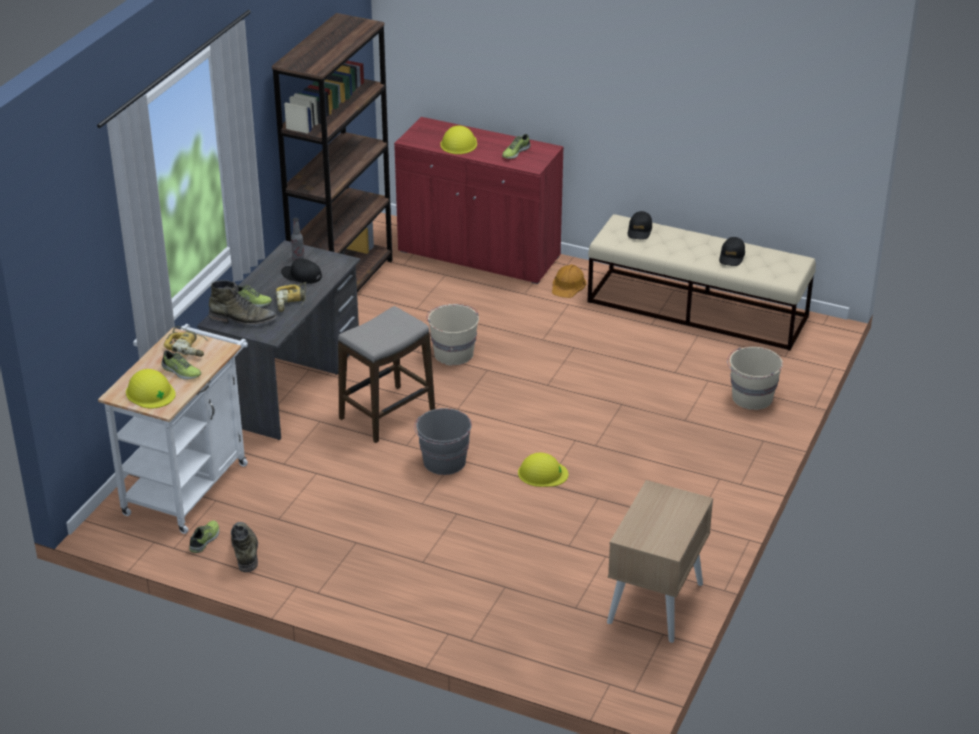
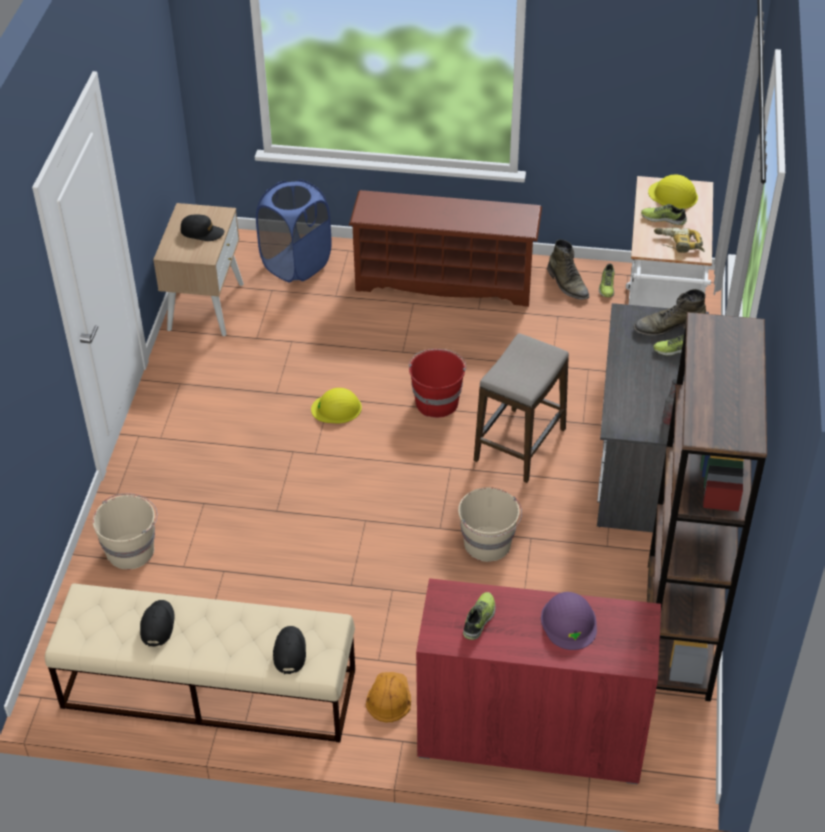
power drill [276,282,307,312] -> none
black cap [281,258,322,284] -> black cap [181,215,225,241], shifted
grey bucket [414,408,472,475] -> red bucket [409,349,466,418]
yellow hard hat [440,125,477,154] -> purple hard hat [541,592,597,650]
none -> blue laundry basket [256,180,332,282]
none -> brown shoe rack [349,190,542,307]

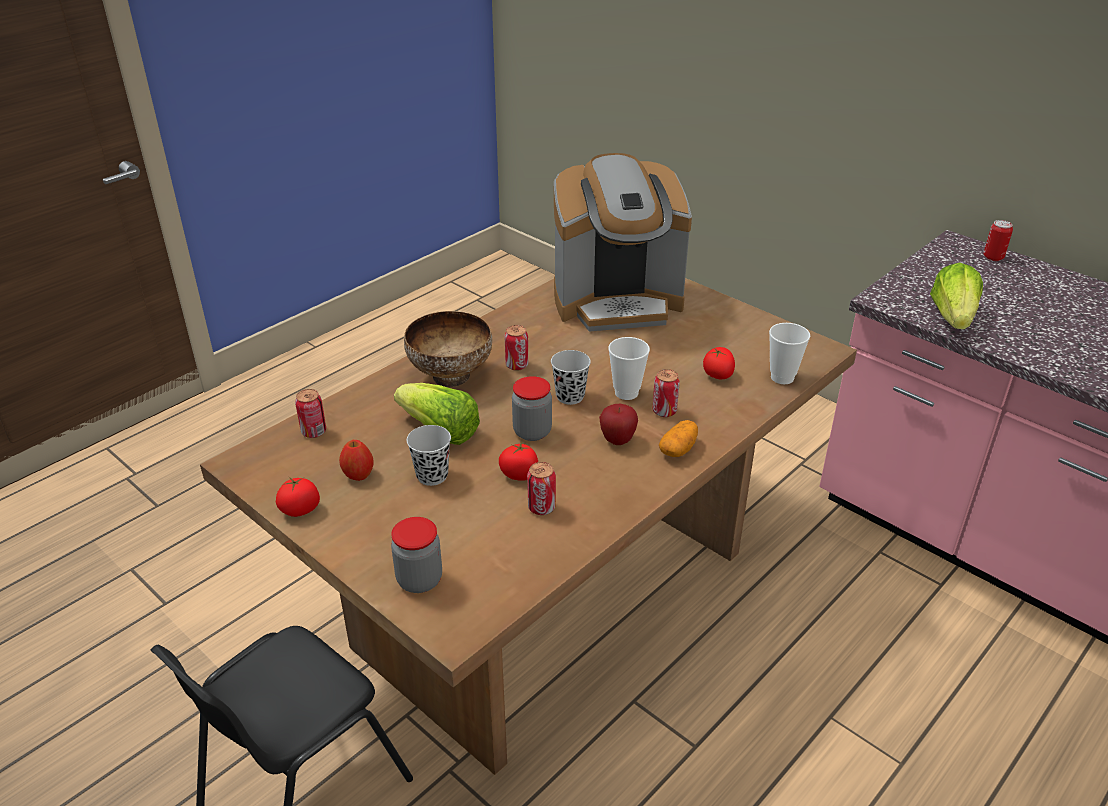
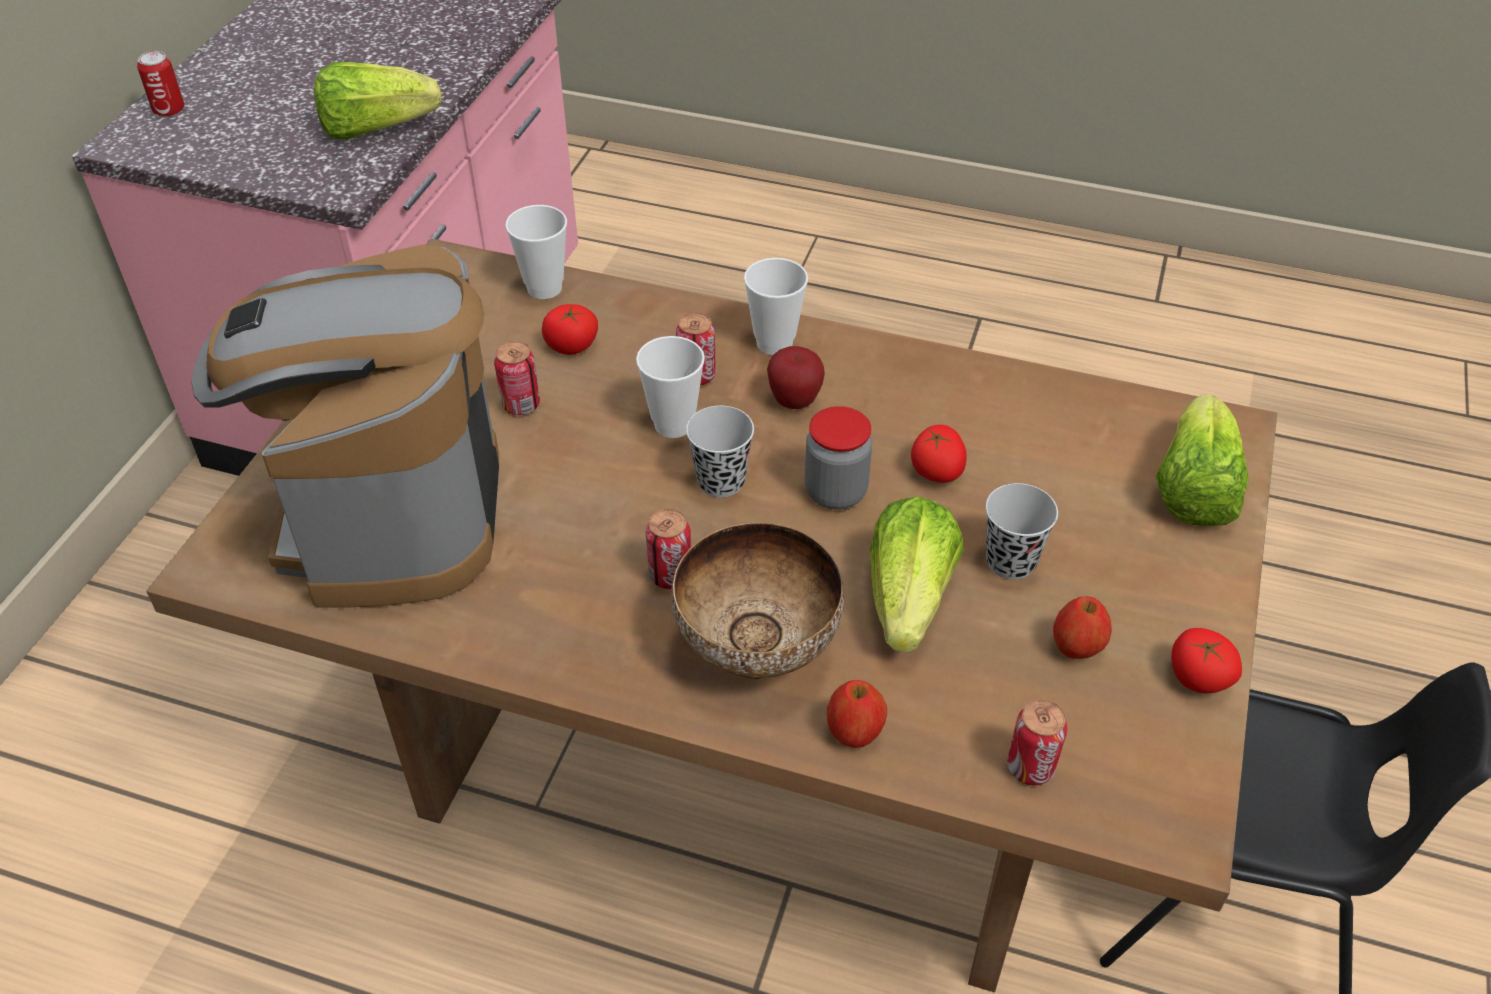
jar [391,517,442,593] -> lettuce [1156,394,1249,526]
can [527,462,556,515] -> can [494,341,540,415], shifted
coffee machine [554,153,692,332] -> coffee machine [191,245,499,608], 150 degrees counterclockwise
potato [659,420,698,457] -> cup [744,258,808,355]
none -> apple [827,680,887,748]

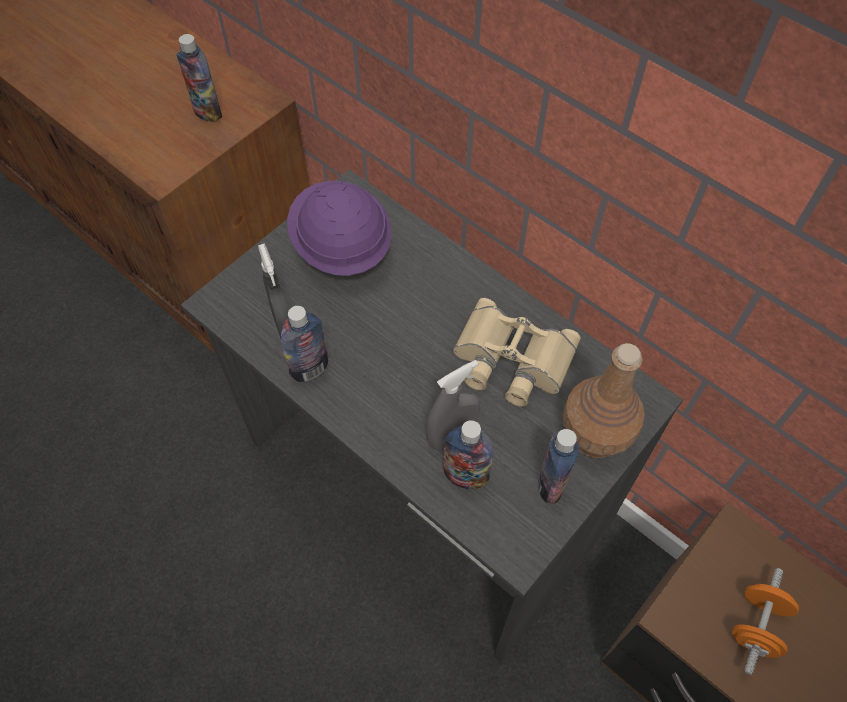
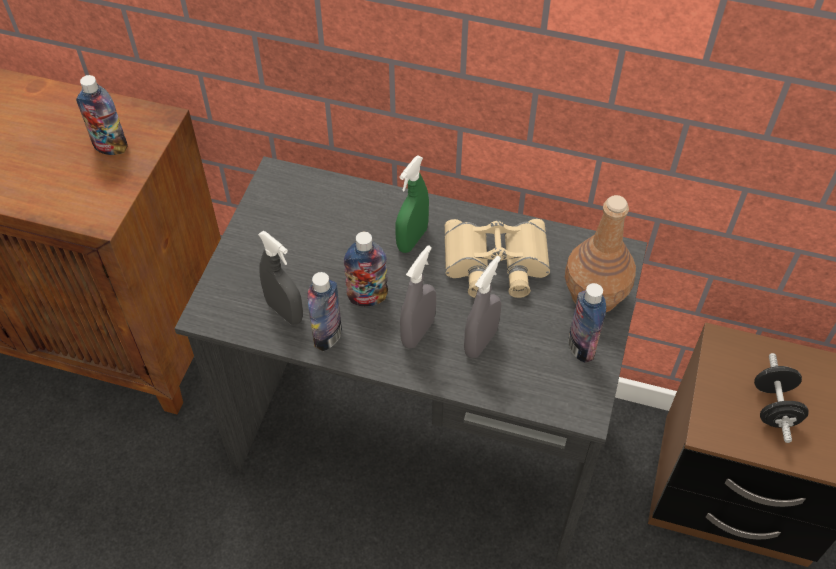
purple hard hat [287,181,392,276] -> none
bottle [443,420,494,489] -> bottle [344,232,388,306], shifted
orange dumbbell [732,568,799,675] -> black dumbbell [754,353,808,443]
none -> green spray bottle [395,155,429,253]
none -> grey spray bottle [400,245,436,348]

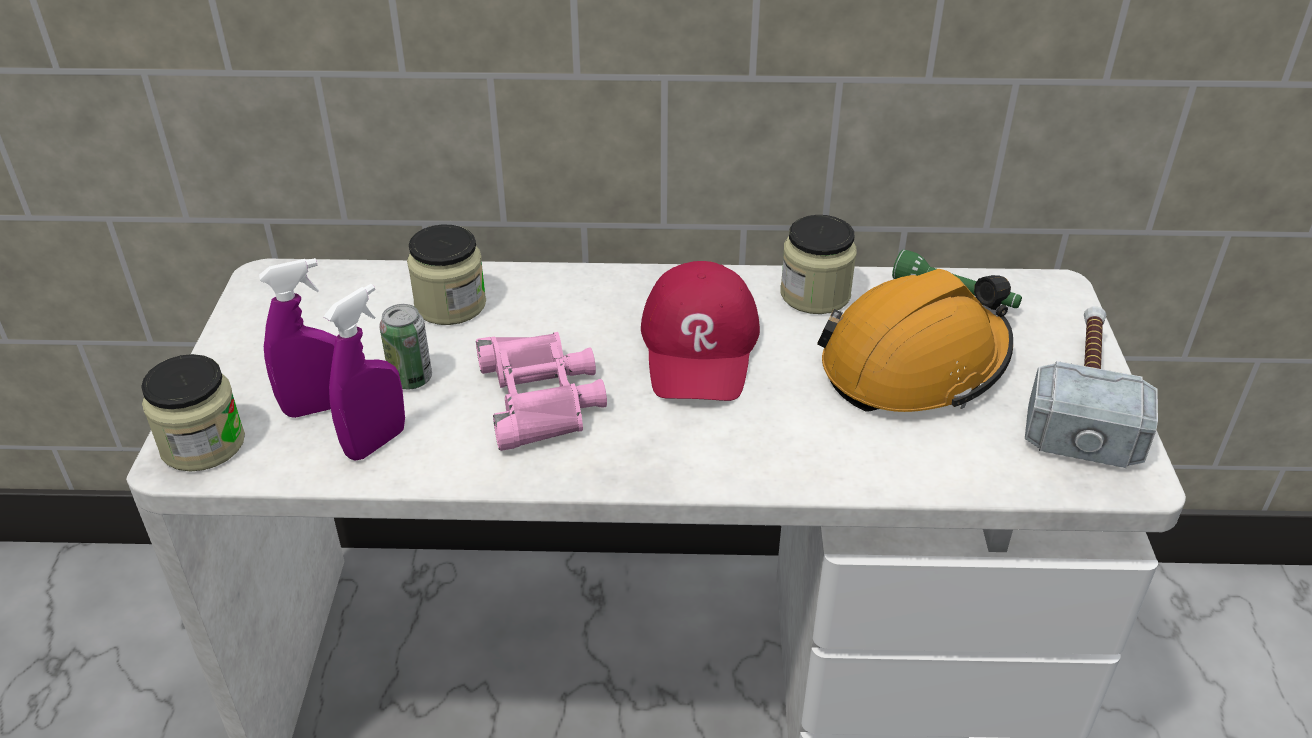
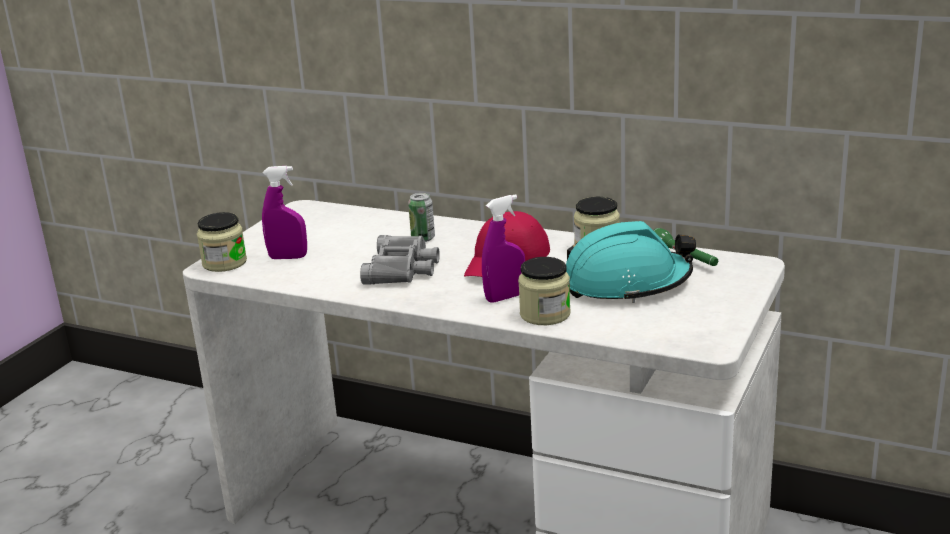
purple spray bottle [324,284,405,461] -> purple spray bottle [482,194,525,303], shifted
can [379,304,432,389] -> can [408,193,435,242], shifted
jar [407,224,486,325] -> jar [518,257,571,325], shifted
pink binoculars [476,332,607,451] -> grey binoculars [360,235,440,285]
orange hard hat [817,269,1013,412] -> turquoise hard hat [566,221,696,303]
hammer [1025,306,1158,468] -> none

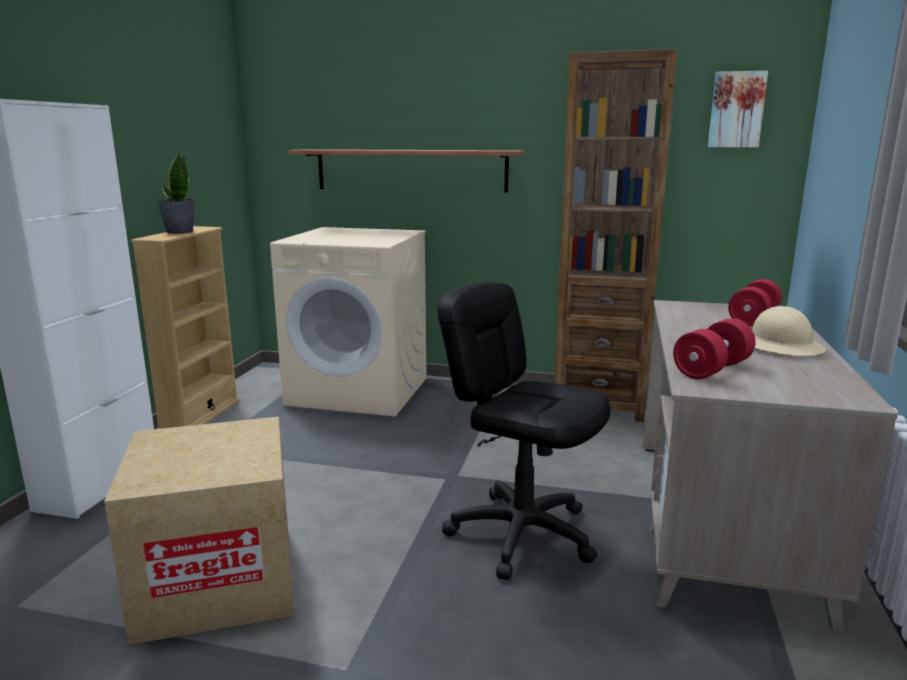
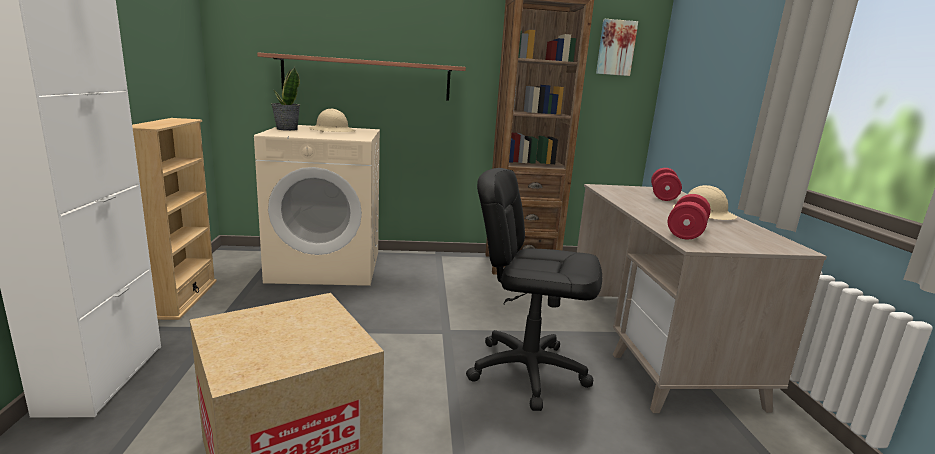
potted plant [157,153,195,234] -> potted plant [271,67,300,131], shifted
none -> beige hard hat [309,109,355,132]

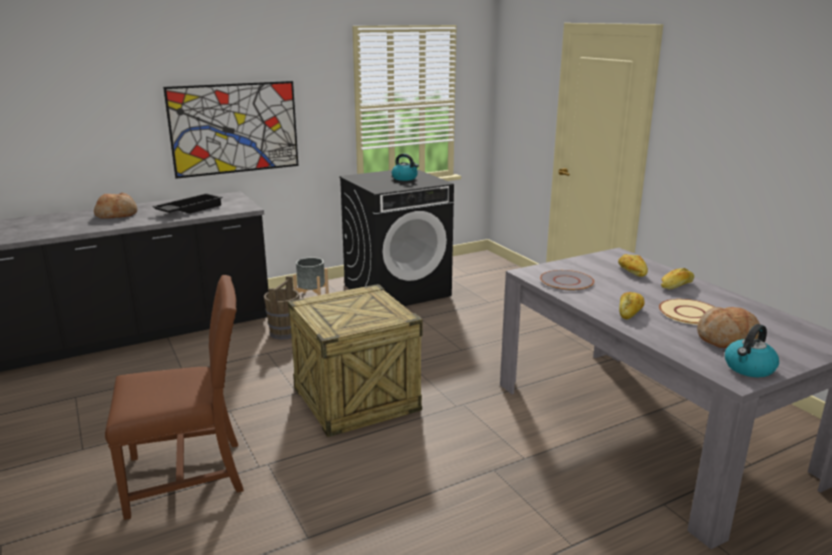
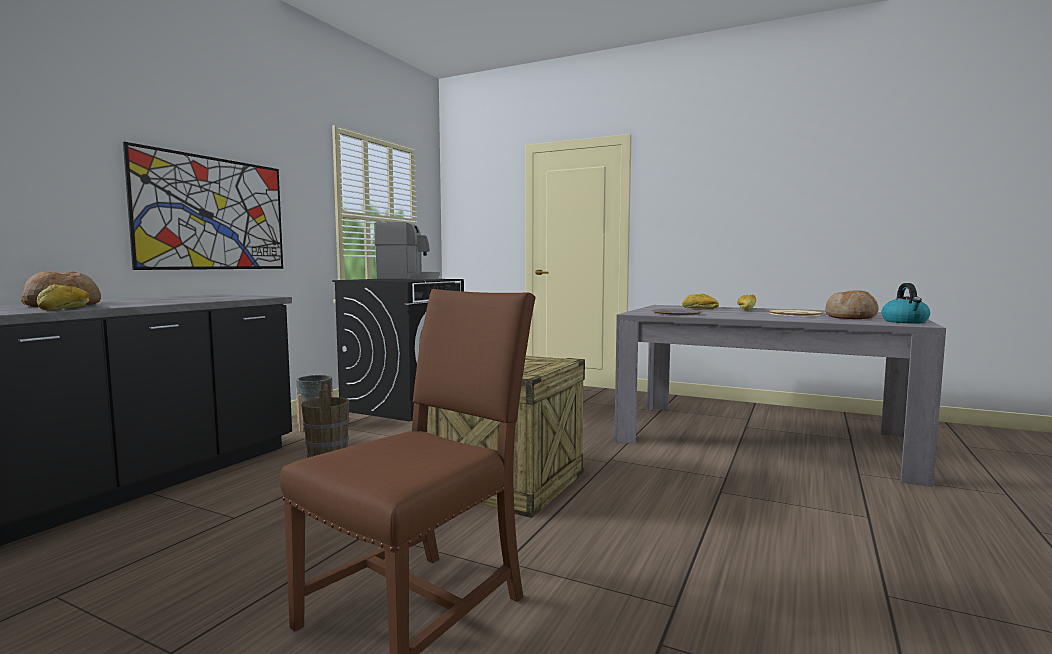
black tray [152,193,222,214] -> none
kettle [392,153,419,181] -> coffee machine [374,222,440,280]
bread [619,292,645,320] -> bread [37,284,90,310], shifted

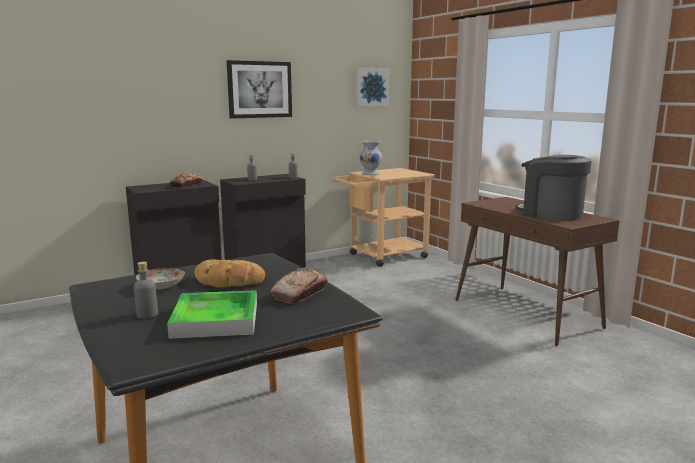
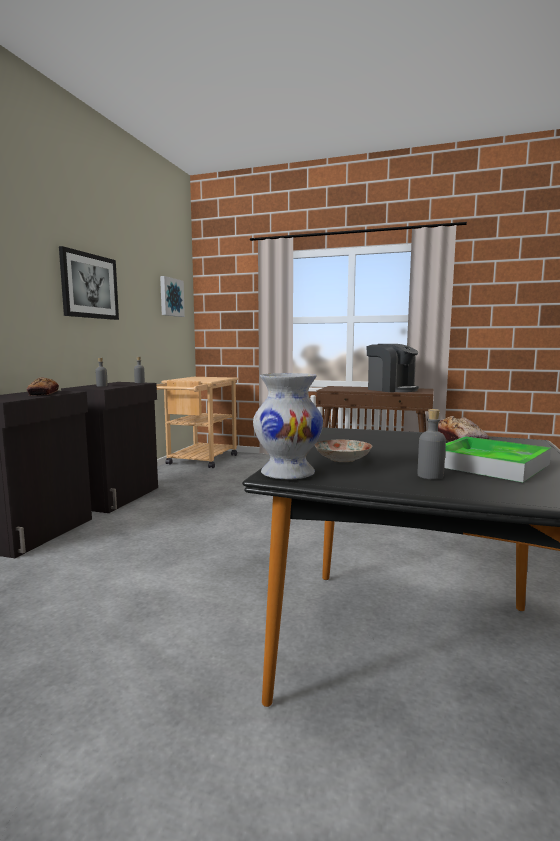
bread [195,259,265,288] -> none
white vase [359,141,382,175] -> white vase [253,373,323,479], shifted
coffee machine [516,155,592,221] -> coffee machine [367,344,419,392], 135 degrees counterclockwise

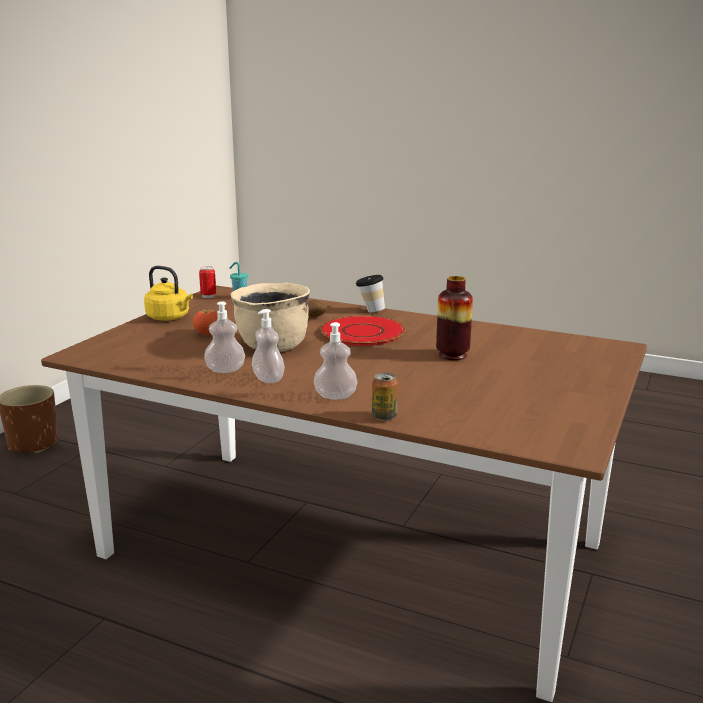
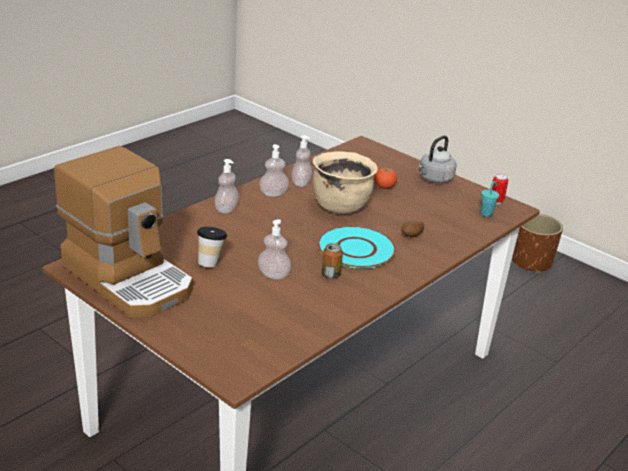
yellow kettle [144,266,193,321] -> grey kettle [419,135,457,183]
red plate [321,316,405,346] -> turquoise plate [317,226,396,269]
cup [356,275,385,313] -> cup [197,227,227,267], shifted
can [372,373,398,421] -> can [322,243,343,279], shifted
vase [436,276,473,360] -> soap dispenser [258,219,291,280]
none -> coffee machine [54,146,193,318]

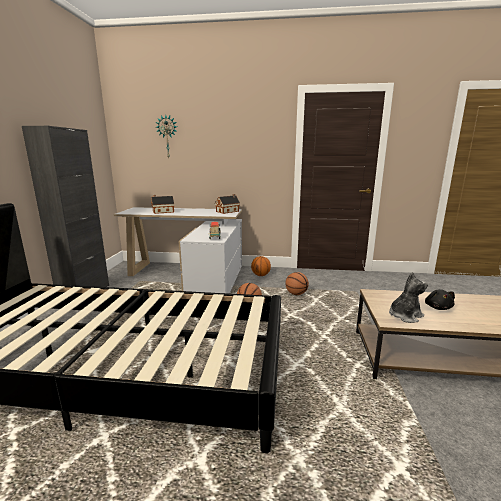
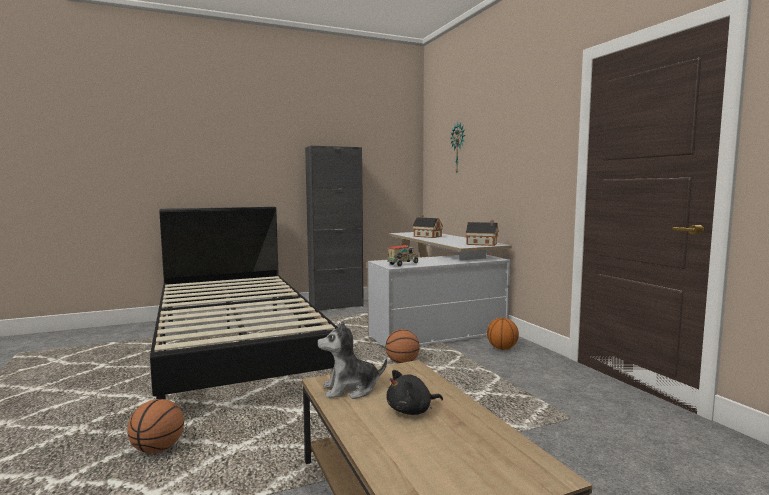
basketball [285,272,309,295] -> basketball [127,399,184,453], shifted
plush toy [389,272,428,323] -> plush toy [317,321,387,399], 135 degrees clockwise

